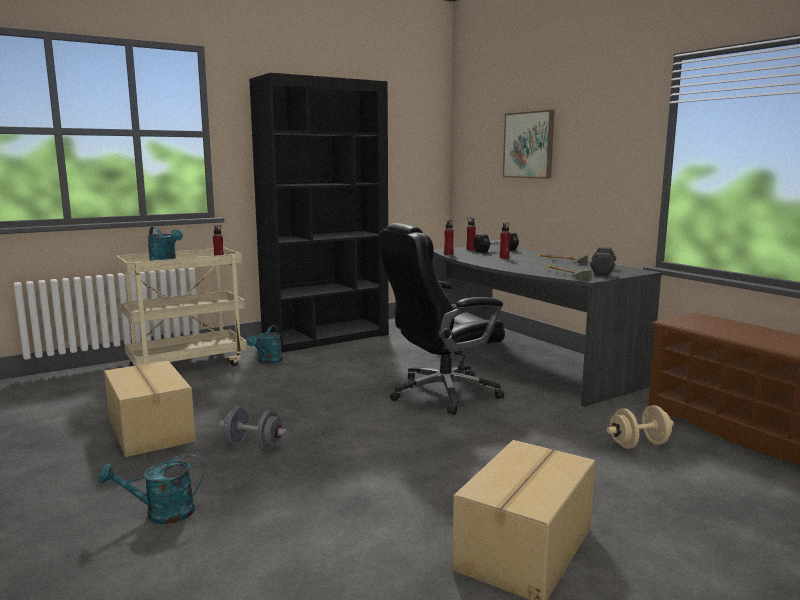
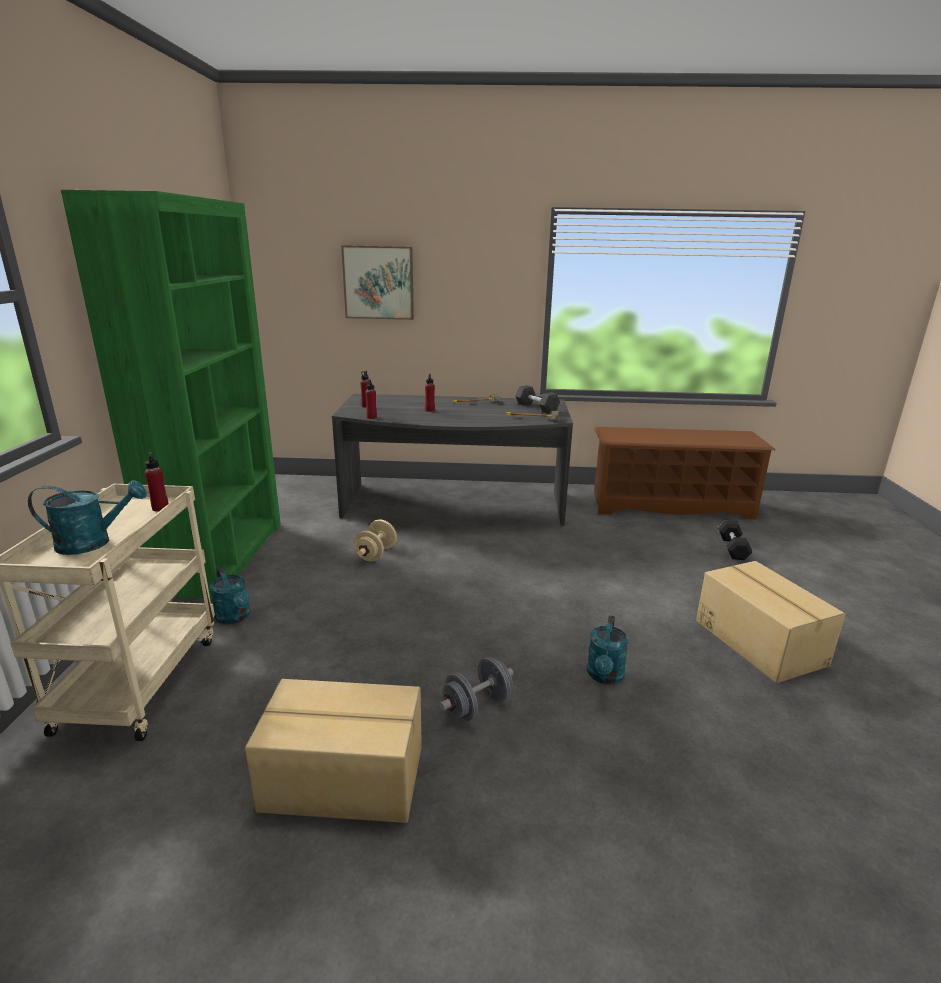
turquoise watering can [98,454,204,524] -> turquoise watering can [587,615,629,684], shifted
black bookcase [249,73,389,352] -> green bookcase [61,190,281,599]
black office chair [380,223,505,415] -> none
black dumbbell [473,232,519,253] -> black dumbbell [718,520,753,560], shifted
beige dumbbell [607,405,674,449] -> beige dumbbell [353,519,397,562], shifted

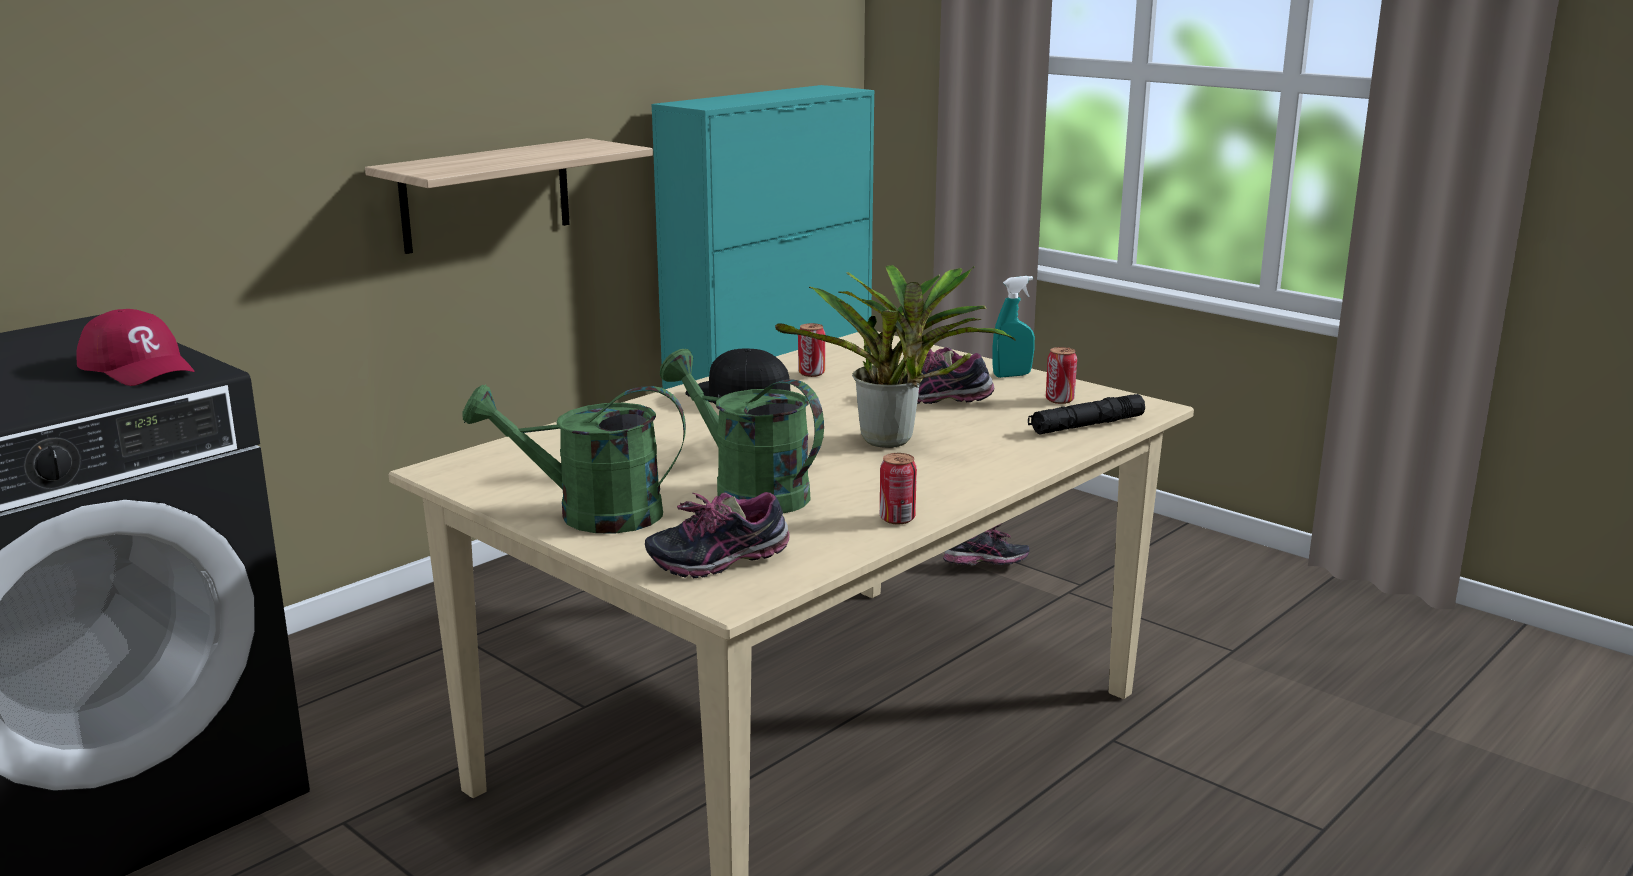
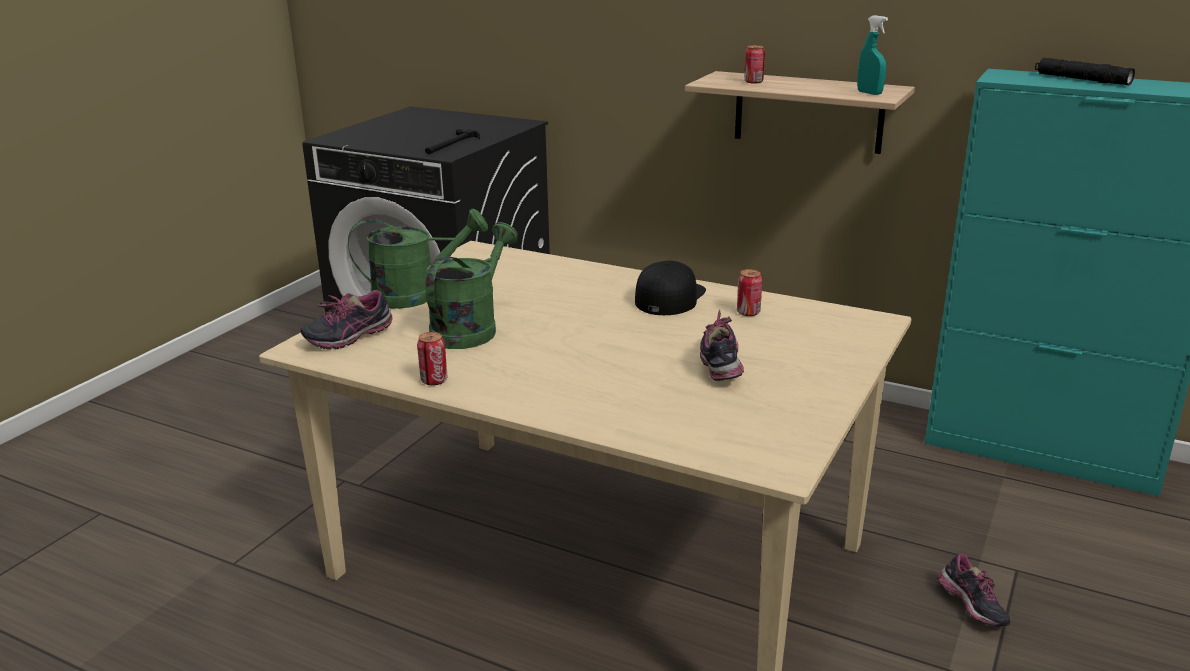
red cap [76,309,195,386] -> hammer [425,129,480,154]
green watering can [462,384,686,533] -> green watering can [348,208,488,309], 90 degrees clockwise
shoe [645,492,790,578] -> shoe [301,290,392,350], 90 degrees counterclockwise
potted plant [775,265,1016,448] -> none
turquoise spray bottle [992,276,1035,378] -> turquoise spray bottle [857,15,888,95], shifted
black flashlight [1028,394,1145,435] -> black flashlight [1035,58,1135,85], shifted
can [1046,347,1077,404] -> can [744,45,765,83], shifted

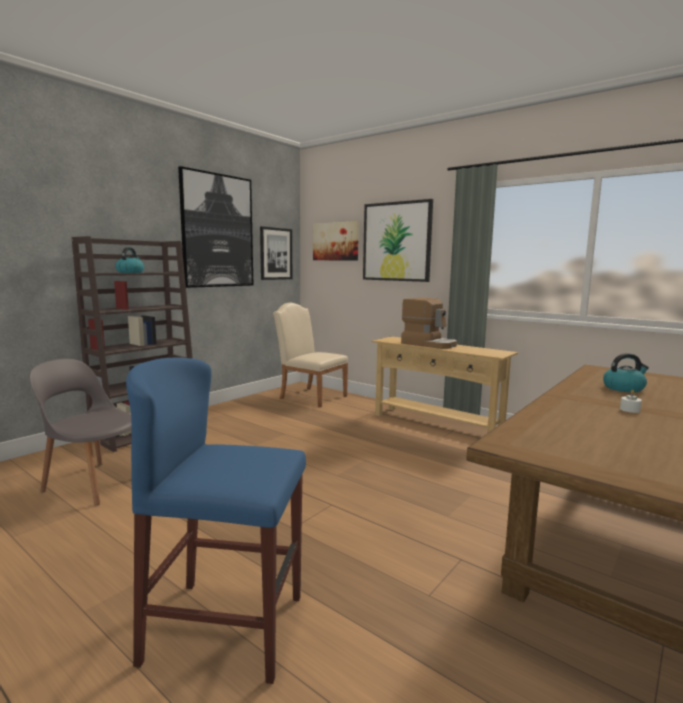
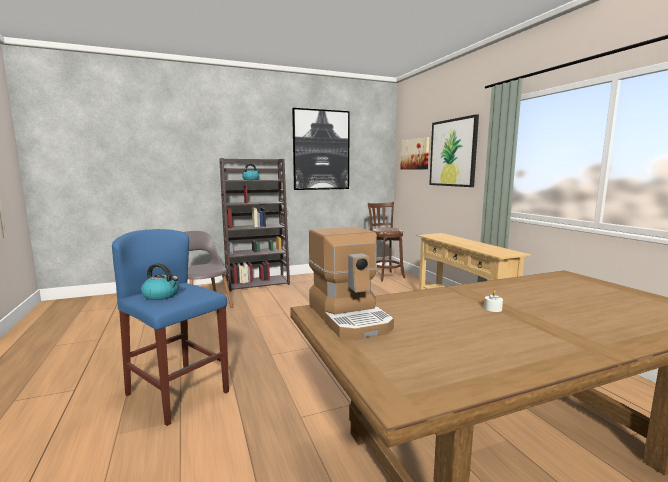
picture [260,226,292,280] -> none
beige chair [273,303,348,407] -> brown stool [368,202,405,282]
coffee machine [401,298,457,349] -> coffee machine [308,227,394,340], shifted
kettle [603,353,649,392] -> kettle [141,263,179,300], shifted

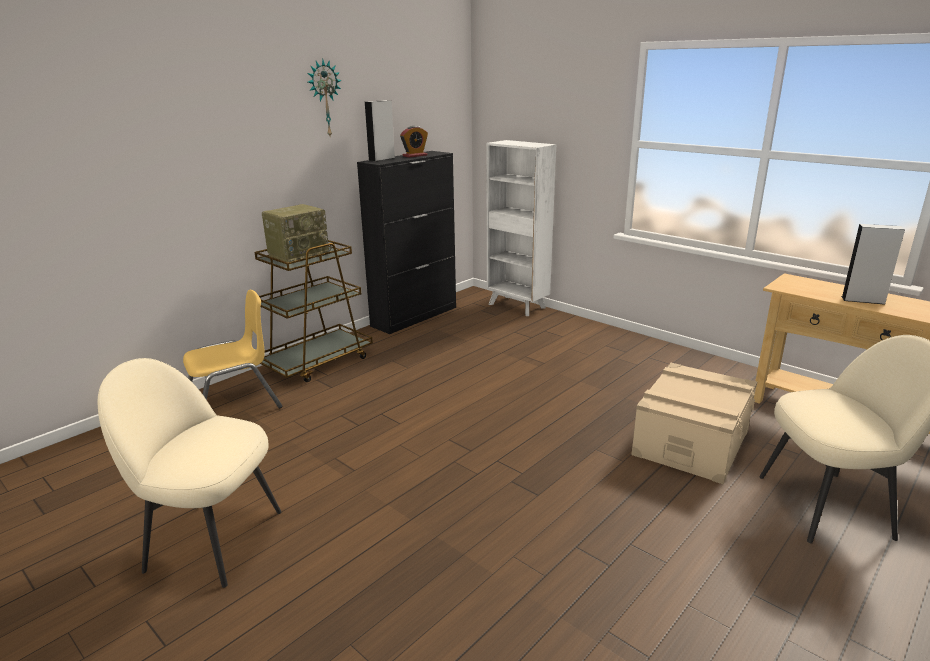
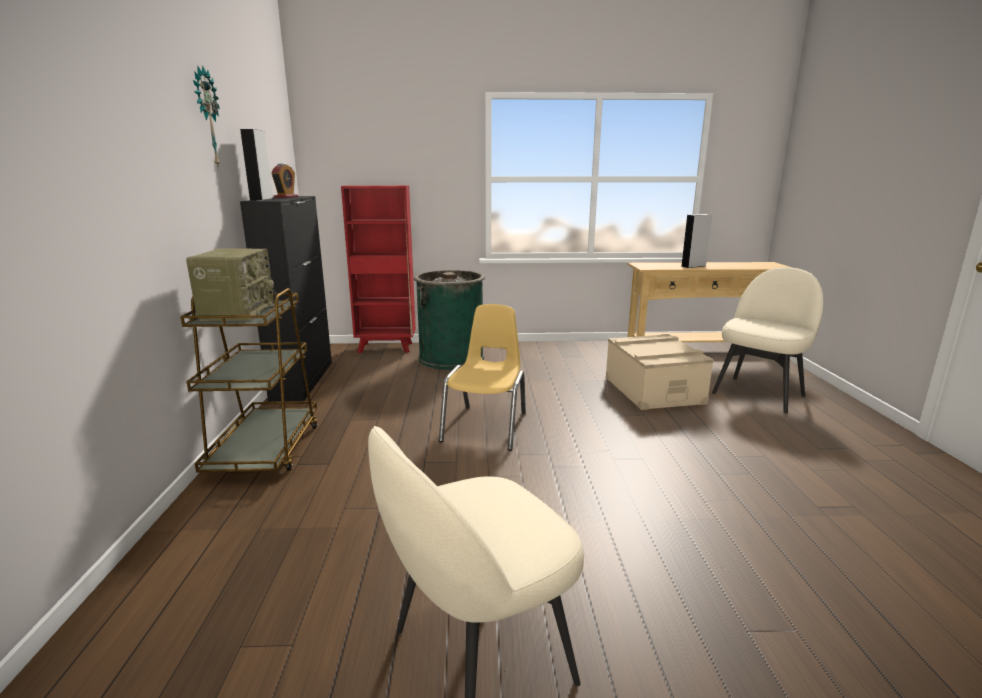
yellow chair [183,290,282,408] -> yellow chair [439,304,526,451], shifted
white bookcase [487,140,556,316] -> red bookcase [341,185,416,353]
none -> green trash can [414,270,485,370]

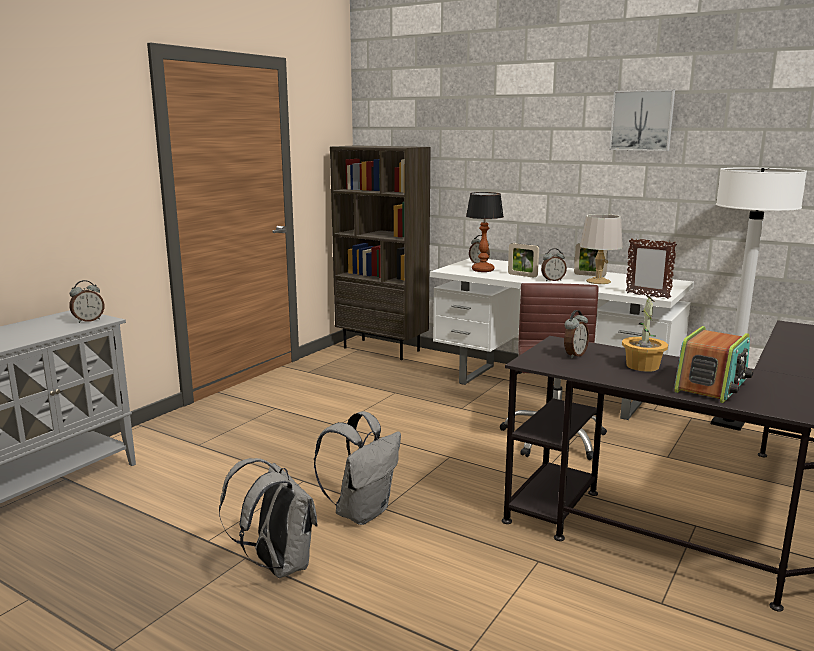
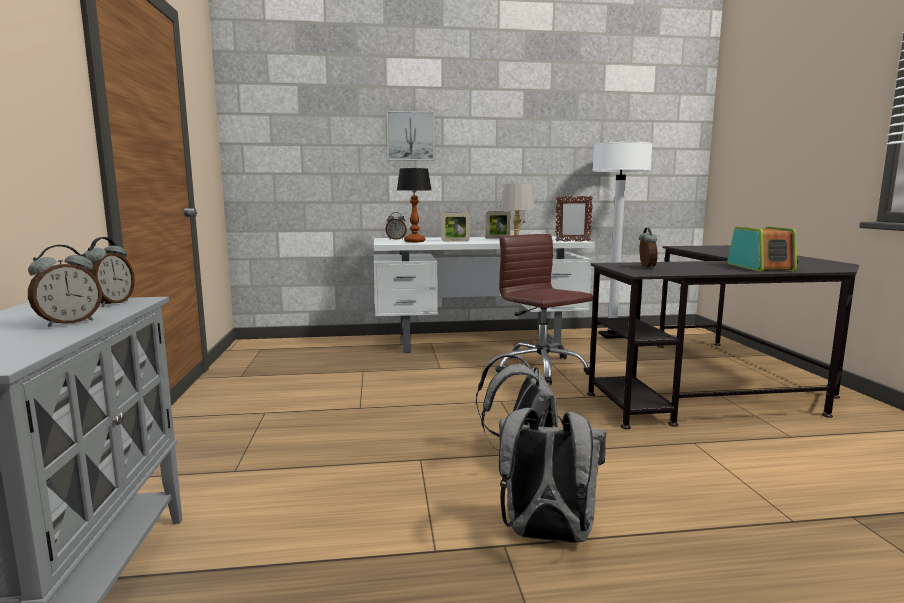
brown bookcase [330,145,430,360] -> none
alarm clock [541,248,567,281] -> alarm clock [28,245,102,327], shifted
picture [609,89,675,151] -> picture [387,111,435,161], shifted
potted plant [622,294,668,372] -> none

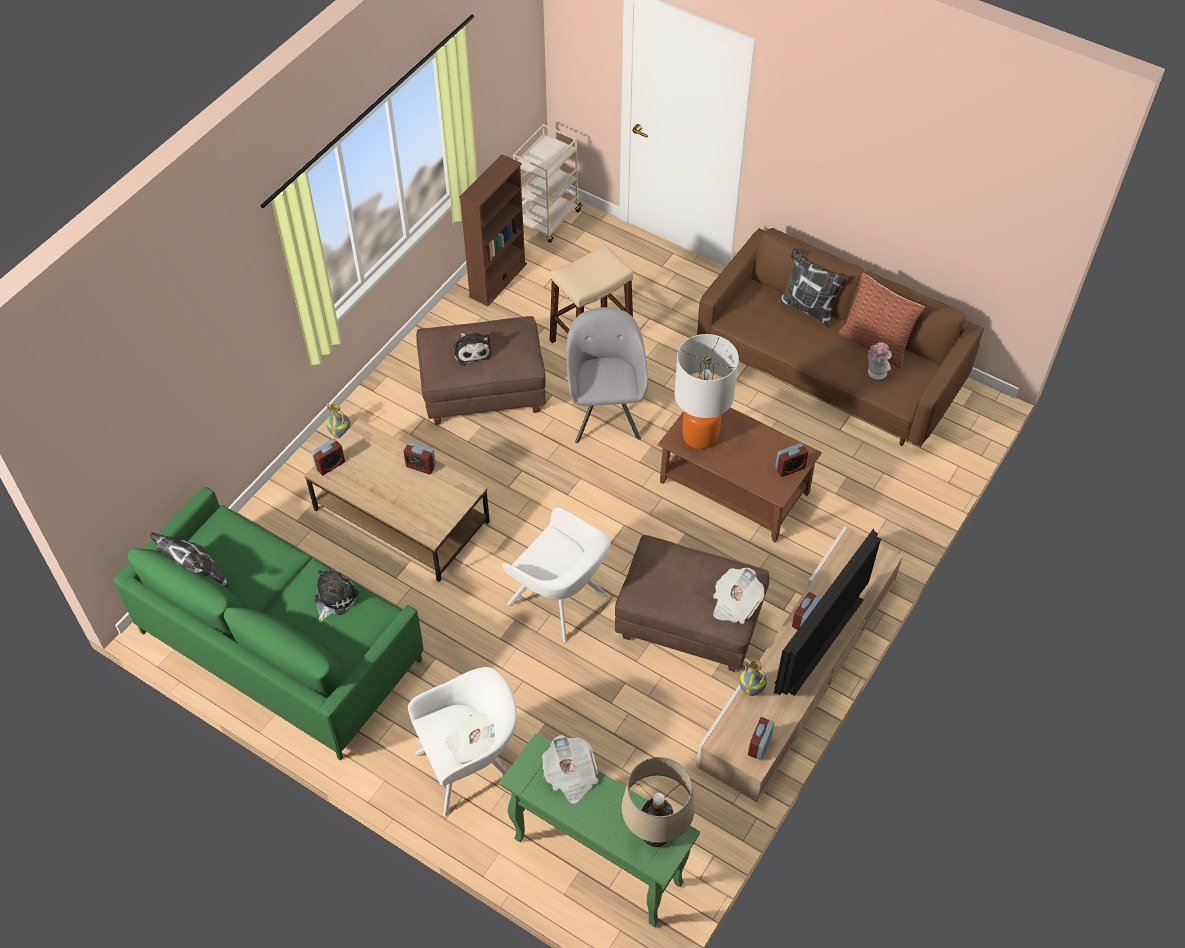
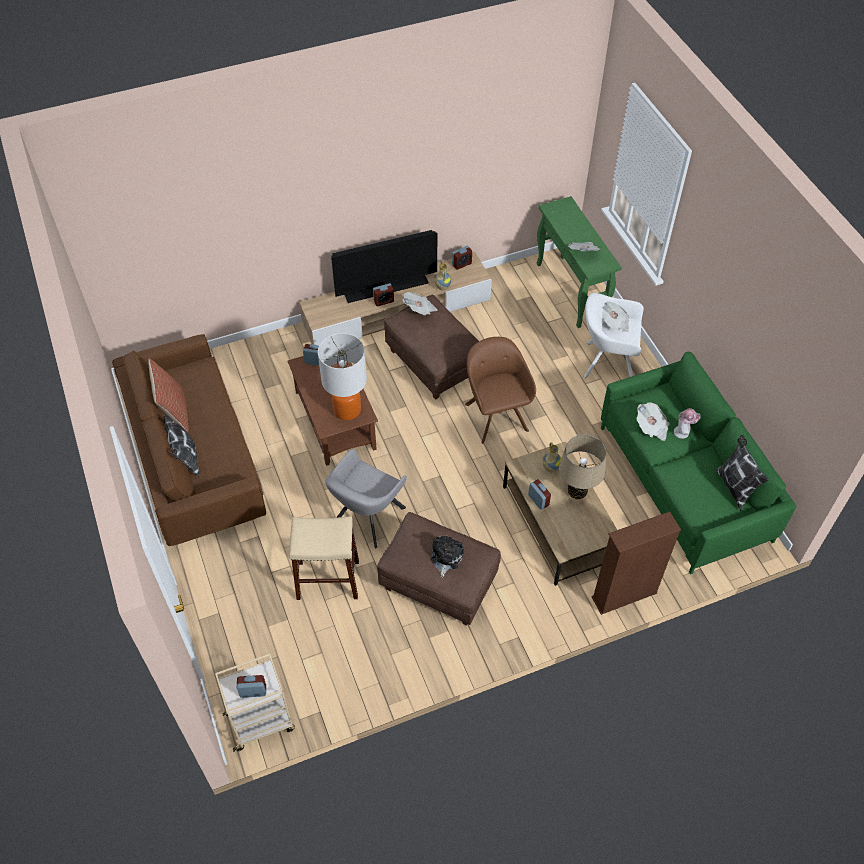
alarm clock [312,439,345,475] -> alarm clock [237,675,266,698], shifted
plush toy [314,570,359,623] -> newspaper [636,402,670,441]
vase [326,403,350,438] -> vase [542,442,561,472], shifted
brown bookcase [459,154,527,306] -> brown bookcase [591,511,681,615], shifted
white armchair [502,508,611,643] -> brown armchair [465,337,536,444]
beige table lamp [622,757,695,847] -> beige table lamp [559,435,606,500], shifted
hat [868,342,892,380] -> hat [674,408,701,439], shifted

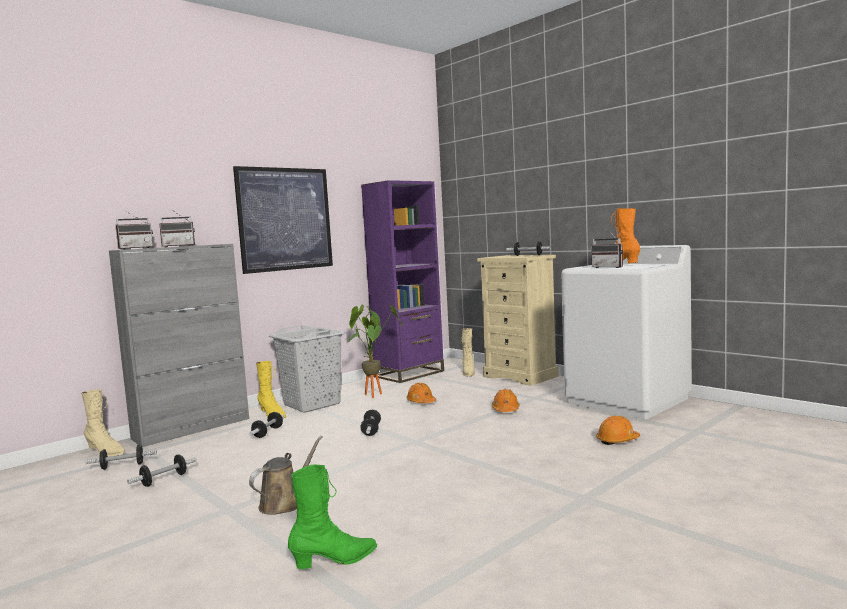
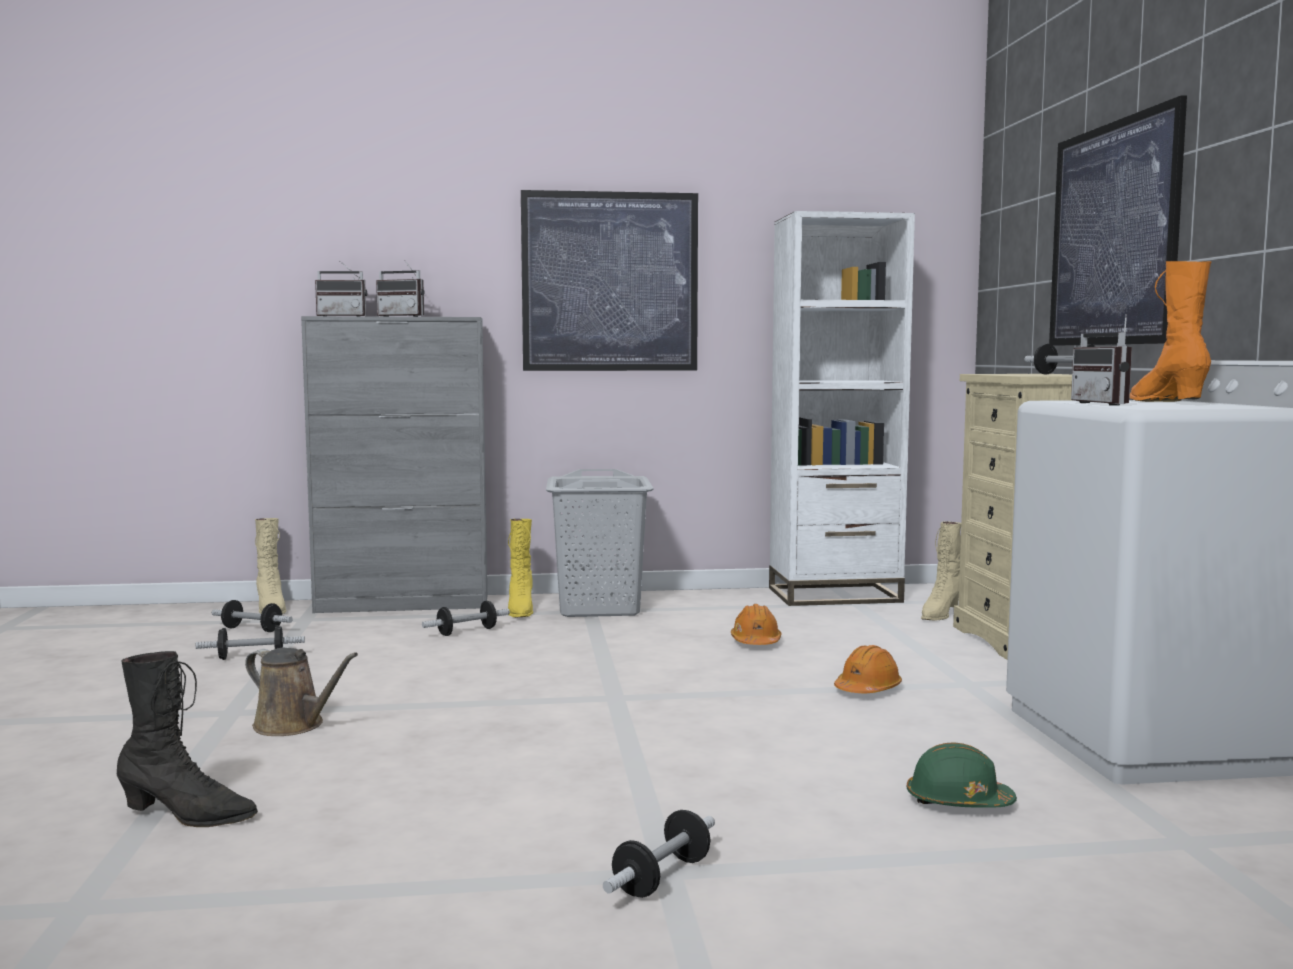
brown watering can [249,436,323,515] -> brown watering can [245,648,358,736], 45 degrees clockwise
green boot [288,464,377,569] -> black boot [116,651,258,827]
potted plant [347,304,402,398] -> none
dumbbell [360,410,381,436] -> dumbbell [603,810,715,898], shifted
purple bookcase [361,180,444,383] -> white bookcase [769,211,915,606]
orange hard hat [596,416,640,445] -> green hard hat [907,742,1017,807]
none -> picture [1049,95,1187,346]

